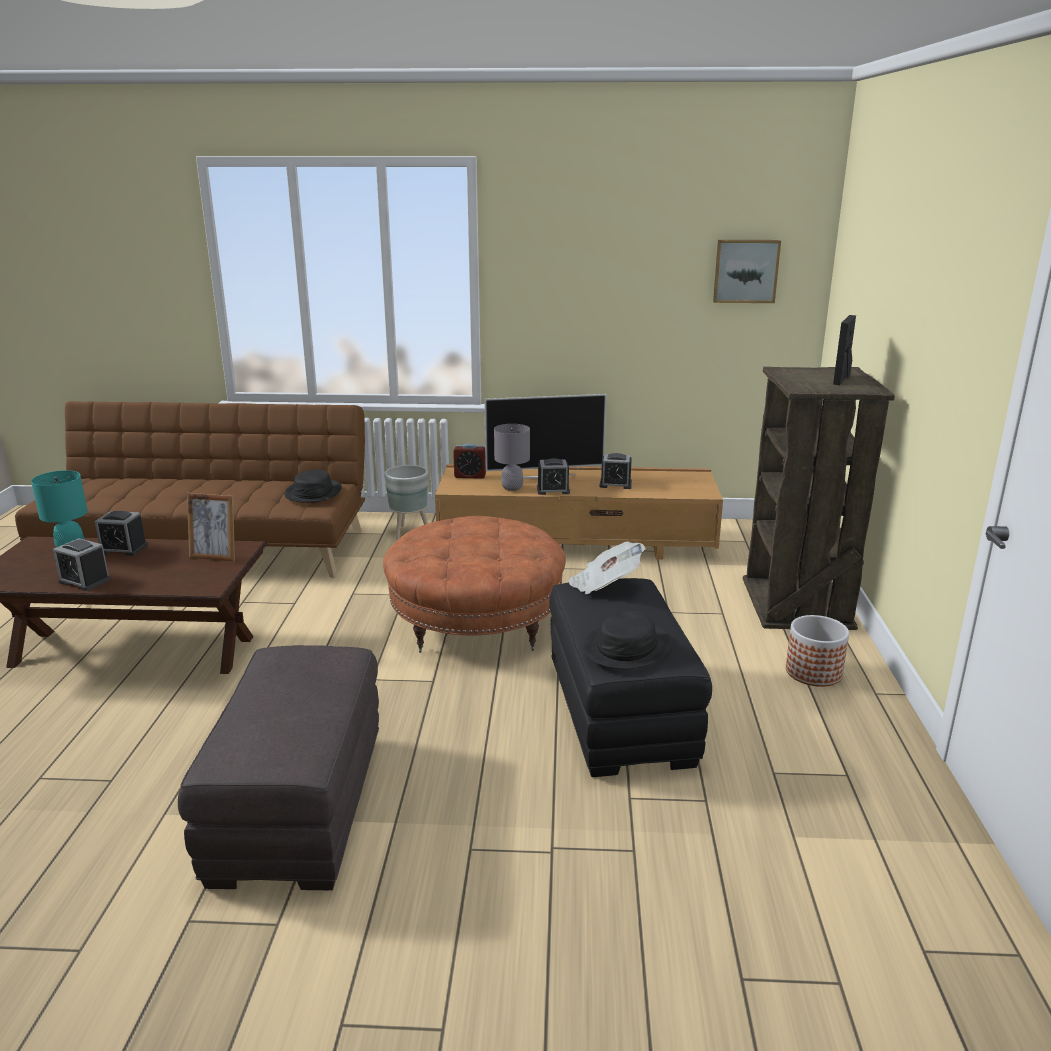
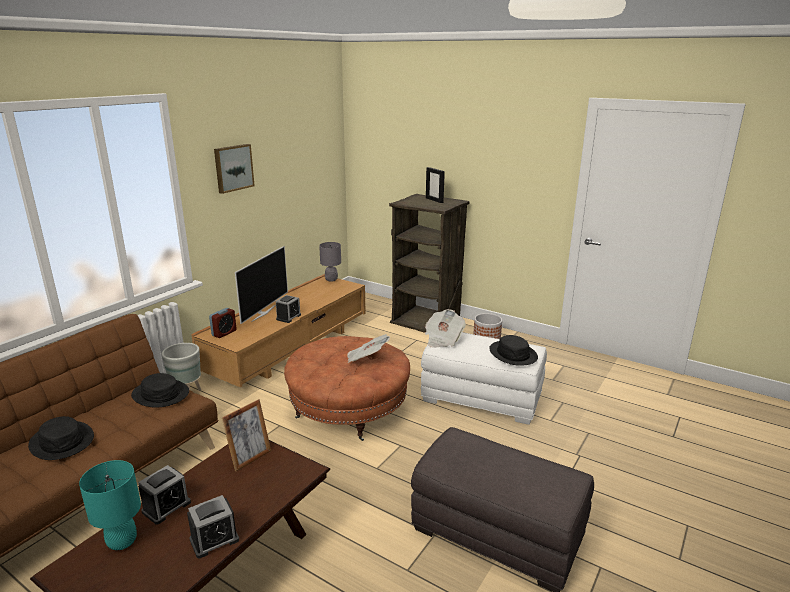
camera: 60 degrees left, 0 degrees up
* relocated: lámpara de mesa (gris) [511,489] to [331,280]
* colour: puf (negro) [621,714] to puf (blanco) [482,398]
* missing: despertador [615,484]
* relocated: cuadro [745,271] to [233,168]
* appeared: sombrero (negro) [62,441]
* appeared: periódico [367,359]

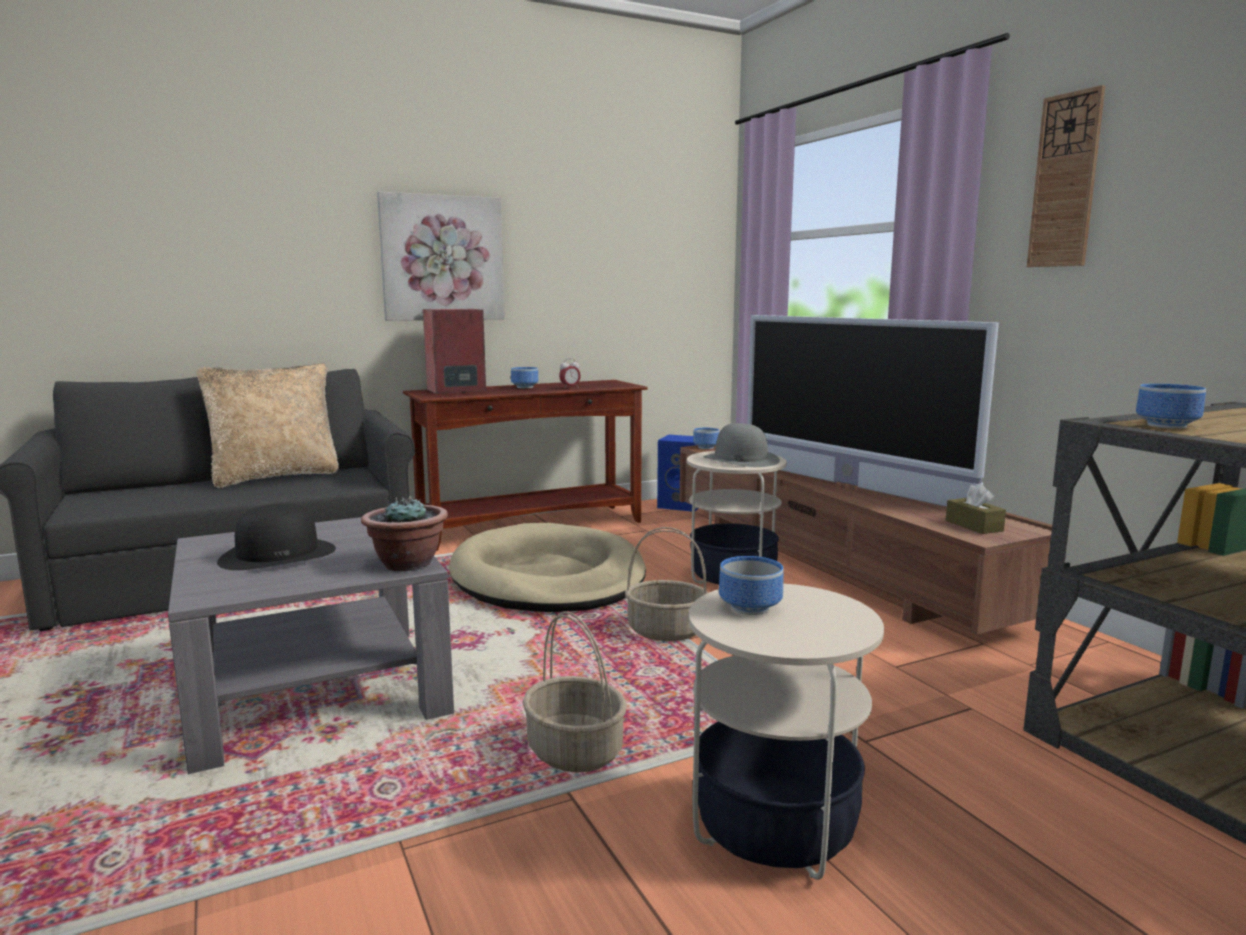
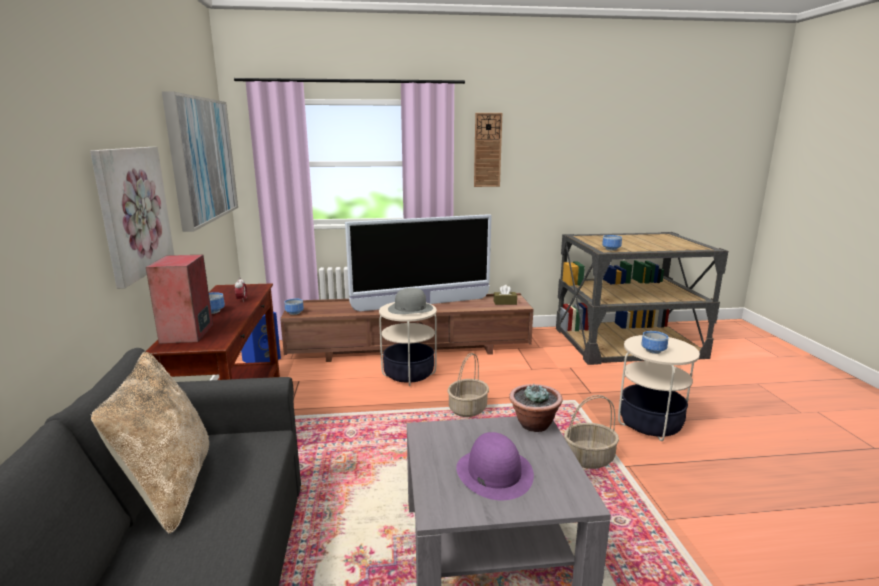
camera: 70 degrees left, 5 degrees up
* colour: sombrero (negro) [278,554] to sombrero (morado) [494,472]
* missing: cama para perro (beis) [548,578]
* appeared: cuadro [201,159]

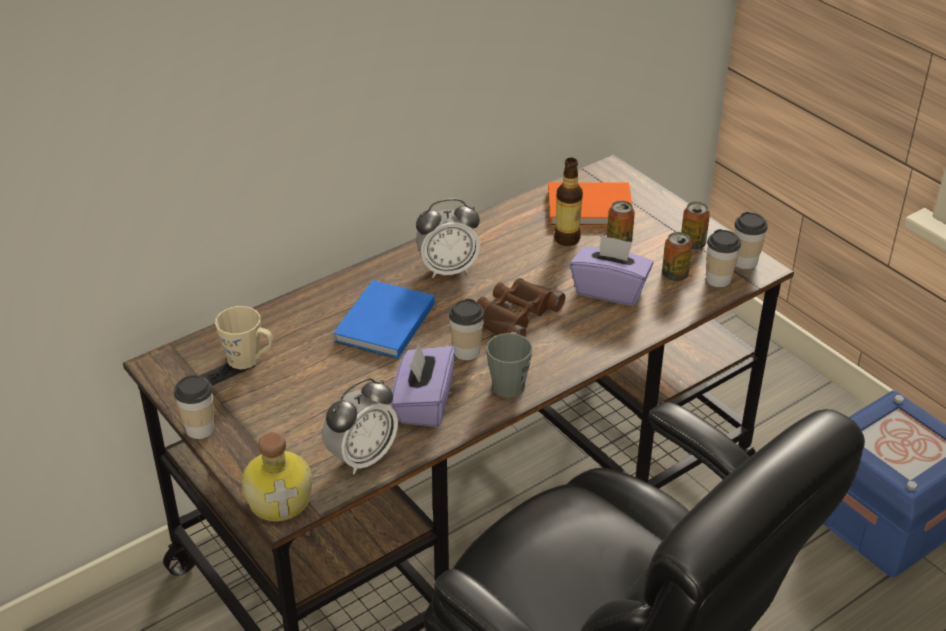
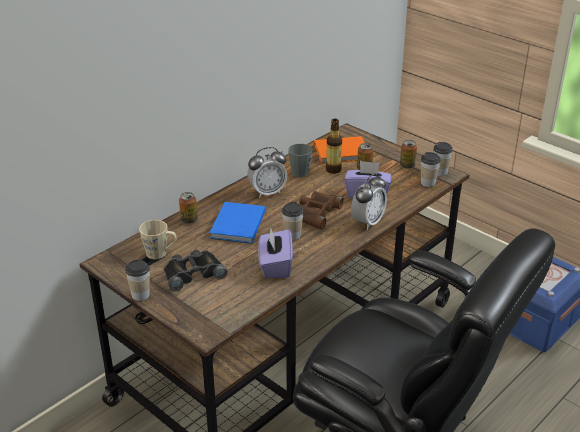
camera: 10 degrees left, 5 degrees down
* missing: botella [281,498]
* relocated: despertador [362,457] to [368,222]
* relocated: taza grande (gris) [509,382] to [300,171]
* relocated: lata [674,275] to [189,220]
* appeared: prismáticos (negro) [193,273]

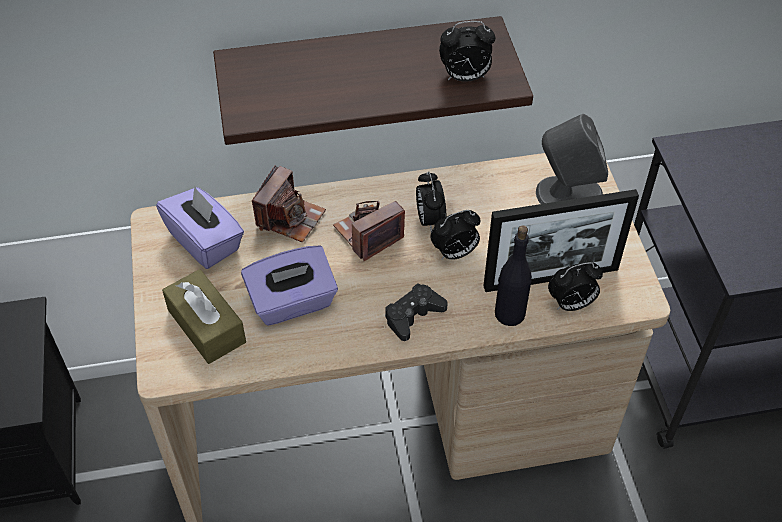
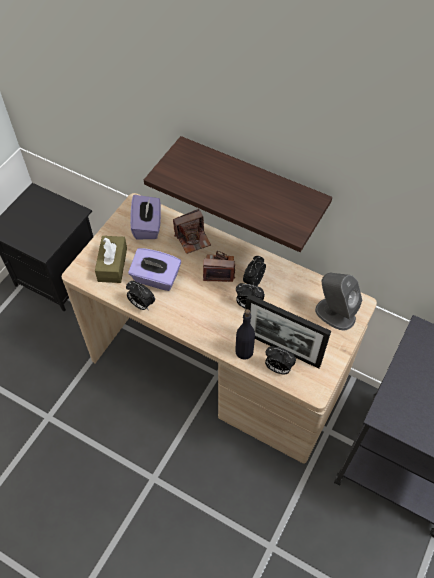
camera: 40 degrees right, 5 degrees up
* missing: mando de consola (negro) [413,315]
* relocated: despertador [464,77] to [141,304]

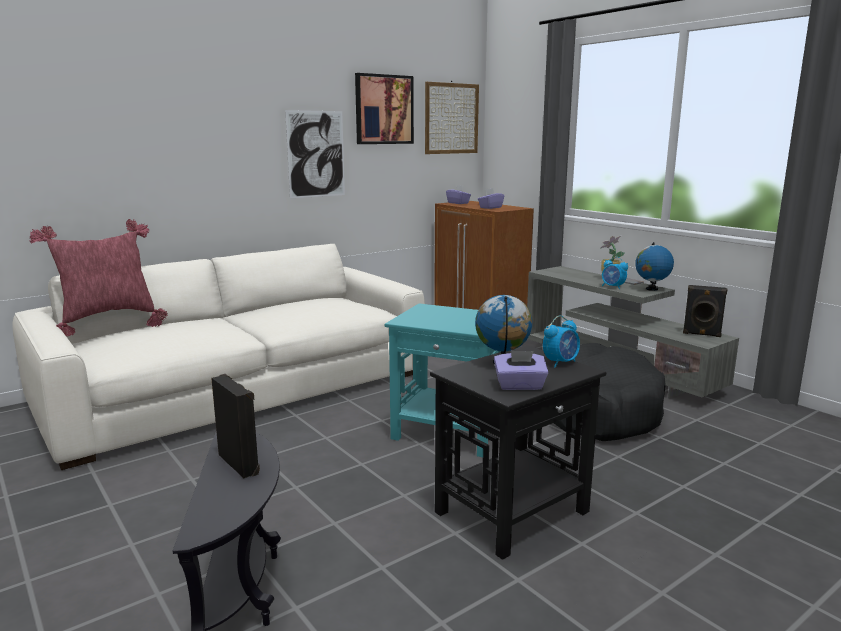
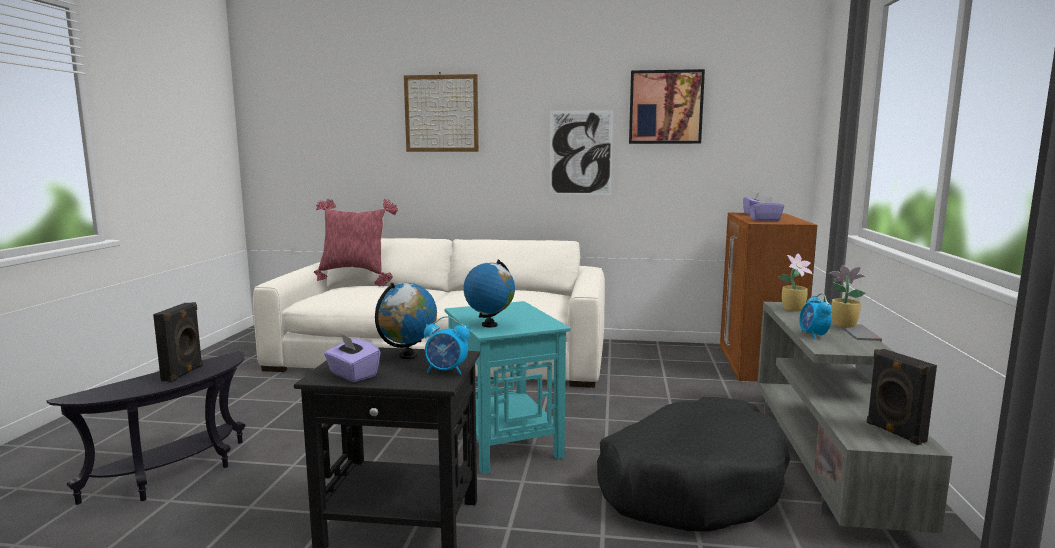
camera: 45 degrees right, 5 degrees down
* relocated: cuadro [451,117] to [441,112]
* relocated: globo terráqueo [651,289] to [489,325]
* appeared: planta en maceta [794,309]

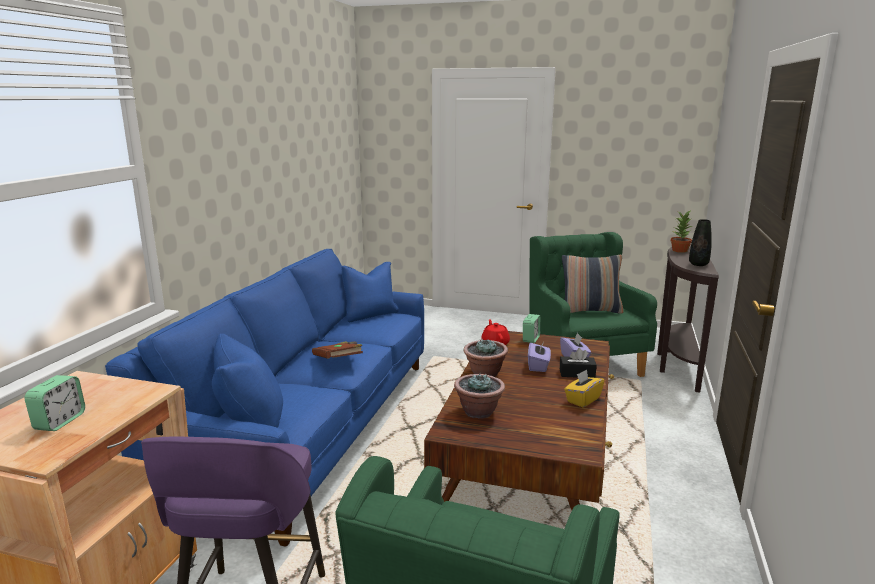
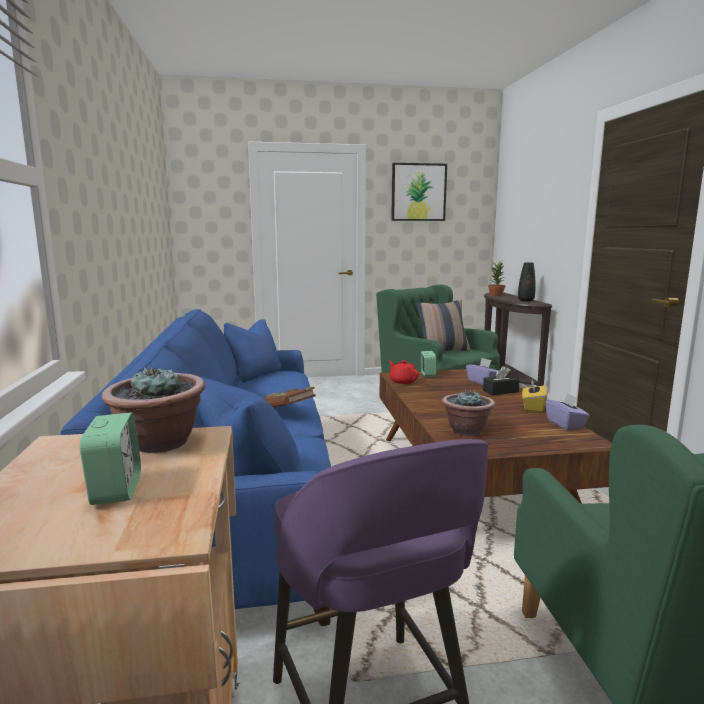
camera: 25 degrees left, 5 degrees down
* relocated: planta en maceta [485,374] to [159,443]
* relocated: caja de pañuelos (morado) [538,366] to [565,424]
* appeared: cuadro [418,192]

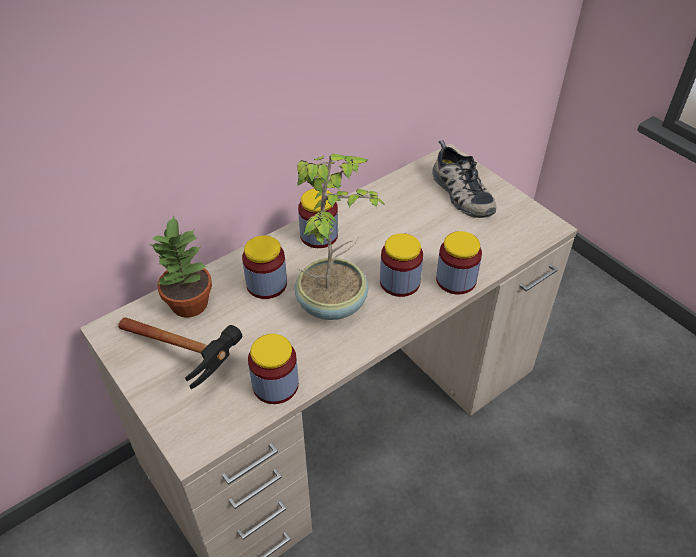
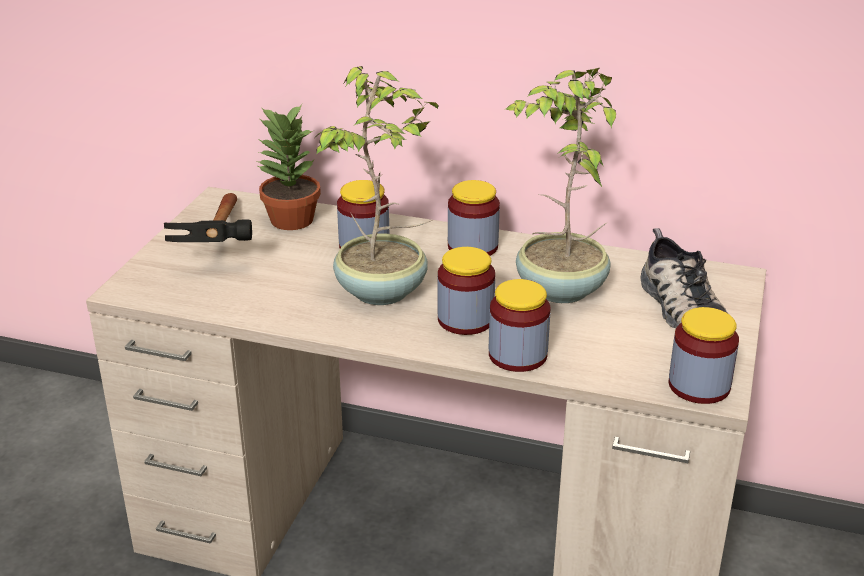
camera: 55 degrees right, 15 degrees down
* relocated: tarro [275,385] to [699,386]
* spun: zapato [460,192] = [679,306] 45 degrees counterclockwise
* appeared: planta en maceta [558,290]

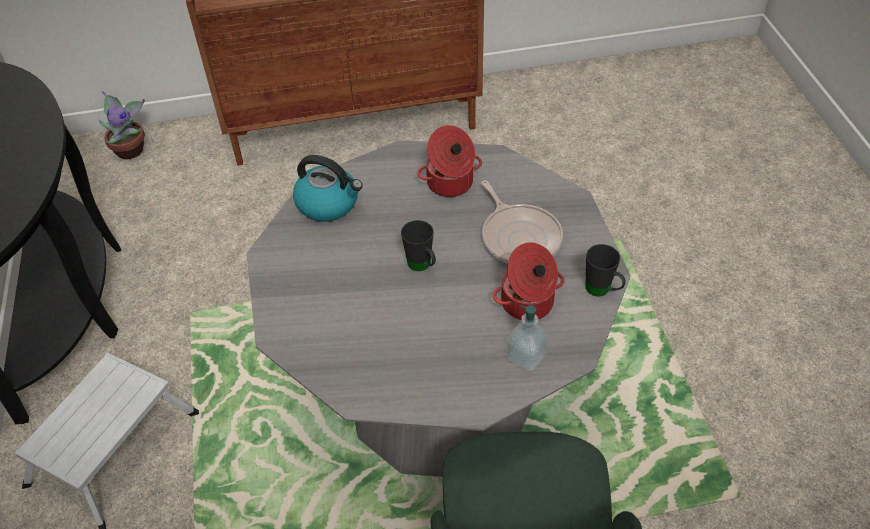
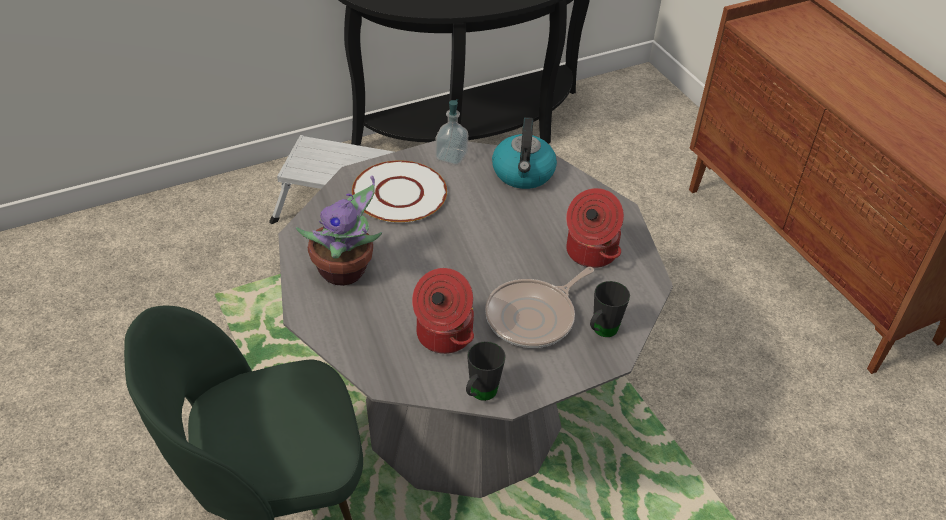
camera: 70 degrees right, 5 degrees down
* relocated: planta en maceta [131,150] to [345,272]
* relocated: taza grande (negro) [422,266] to [601,332]
* relocated: dispensador de jabón [526,357] to [451,157]
* appeared: plato (blanco) [400,193]

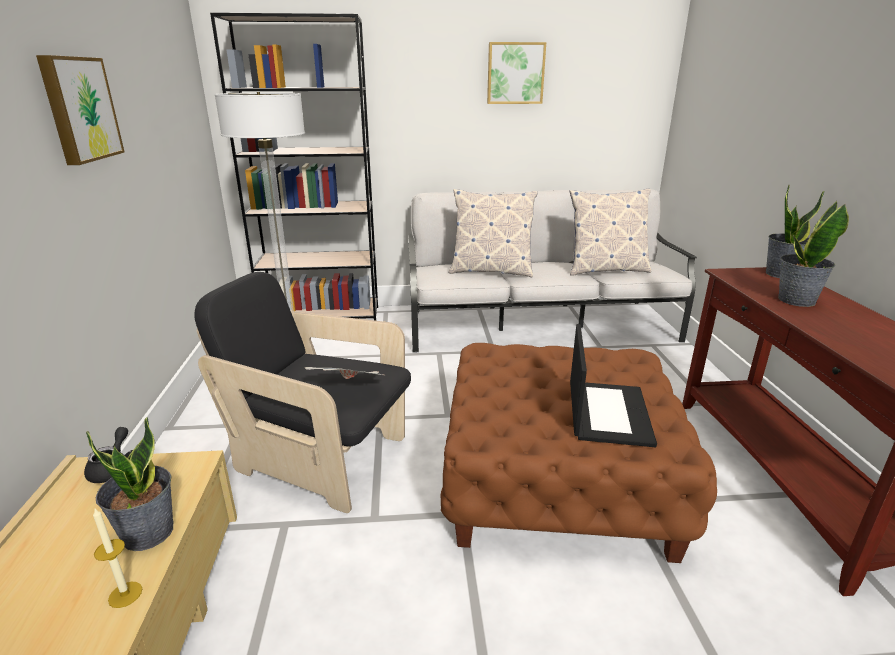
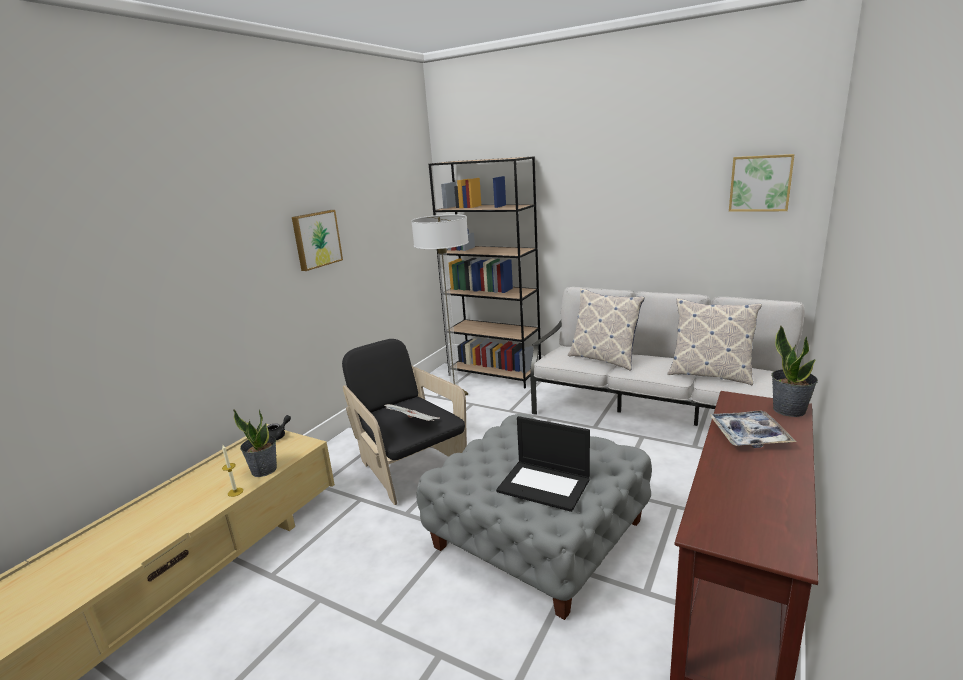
camera: 35 degrees right, 5 degrees down
* colour: puf (marrón) [558,481] to puf (gris) [538,534]
* relocated: cuadro [515,73] to [760,183]
* spun: portátil [607,412] = [545,485] 75 degrees clockwise
* exchanged: planta en maceta [795,300] to bandeja [749,435]

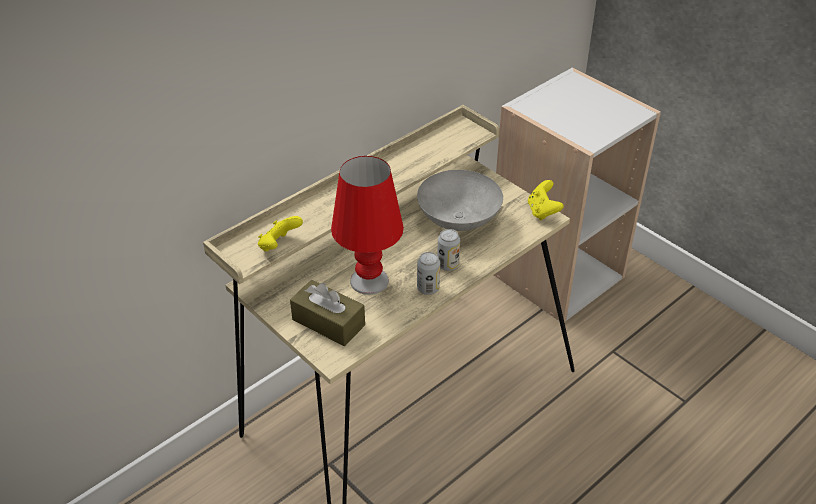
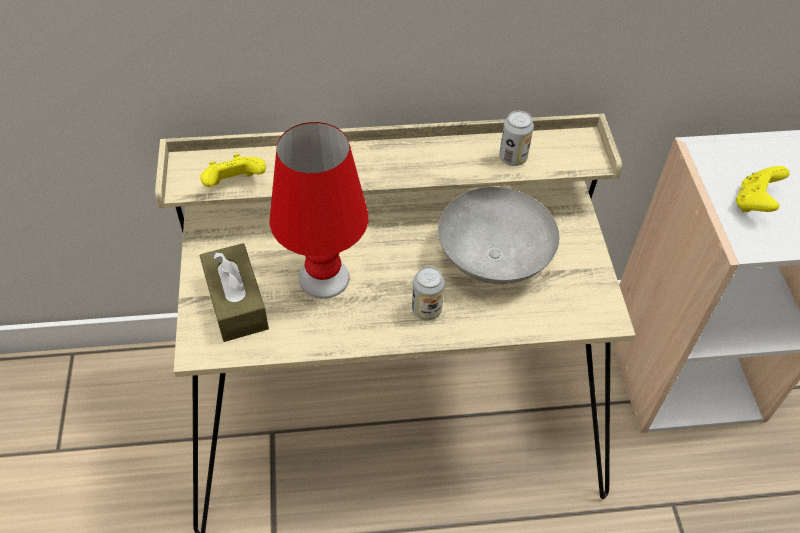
camera: 35 degrees right, 10 degrees up
* relocated: lata [428,288] to [512,158]
* relocated: mando de consola (amarillo) [542,211] to [754,203]

